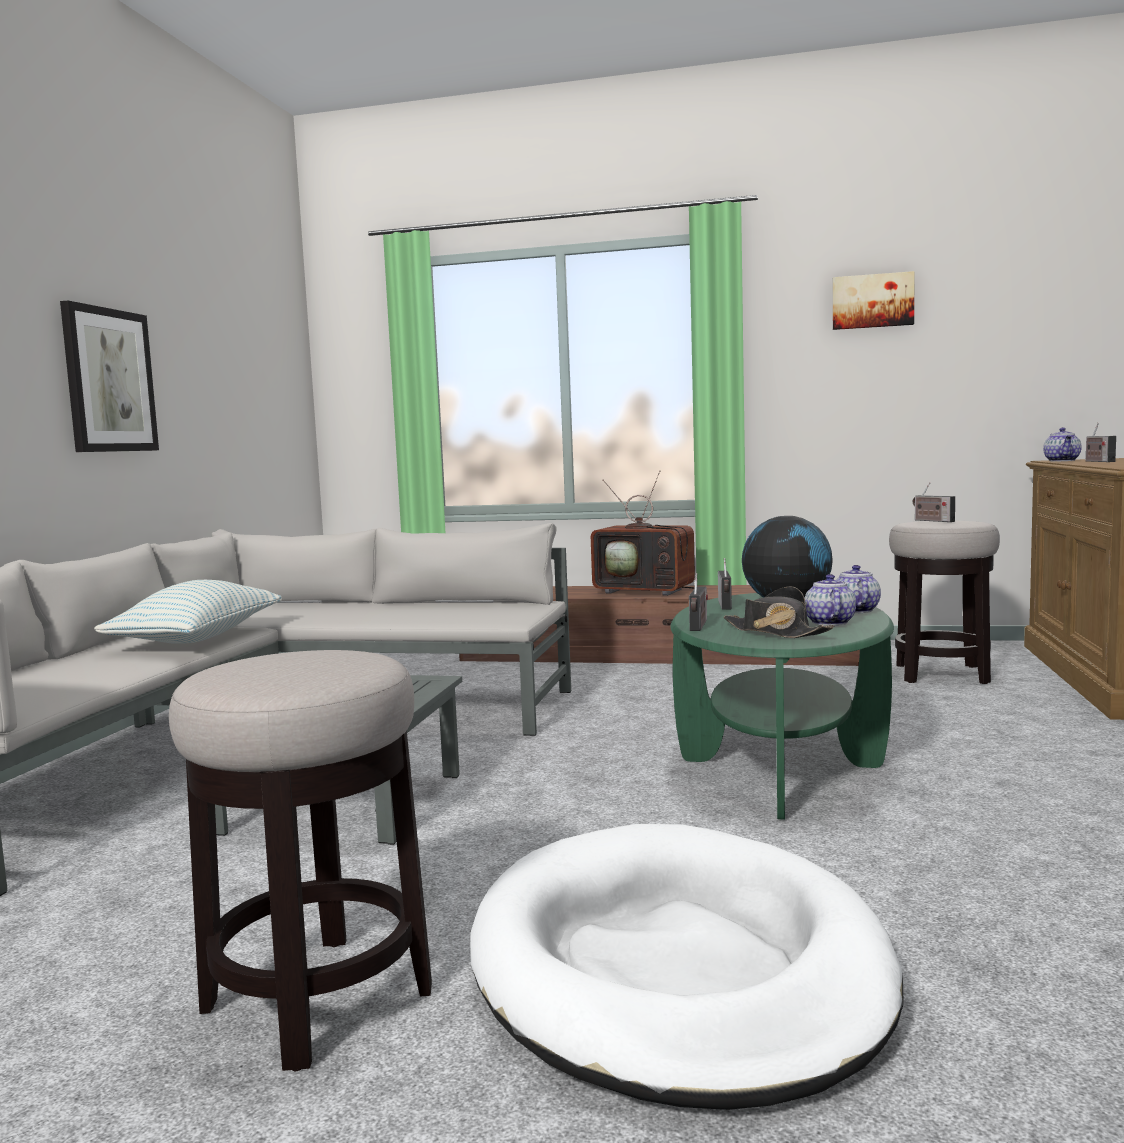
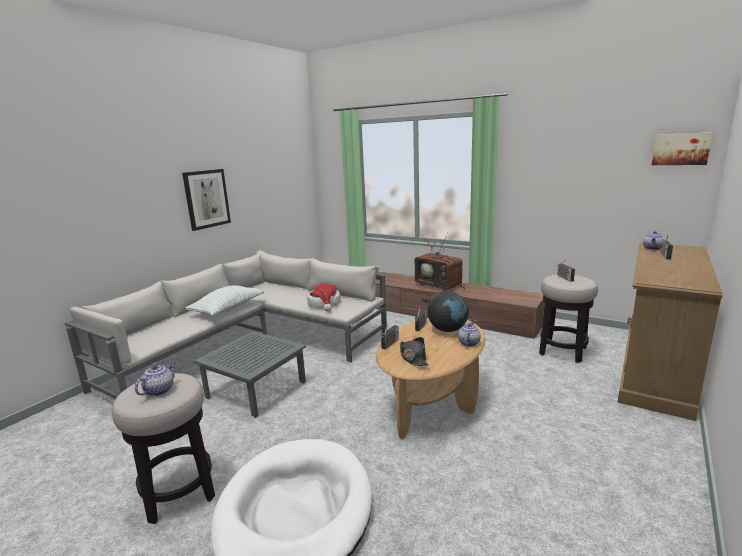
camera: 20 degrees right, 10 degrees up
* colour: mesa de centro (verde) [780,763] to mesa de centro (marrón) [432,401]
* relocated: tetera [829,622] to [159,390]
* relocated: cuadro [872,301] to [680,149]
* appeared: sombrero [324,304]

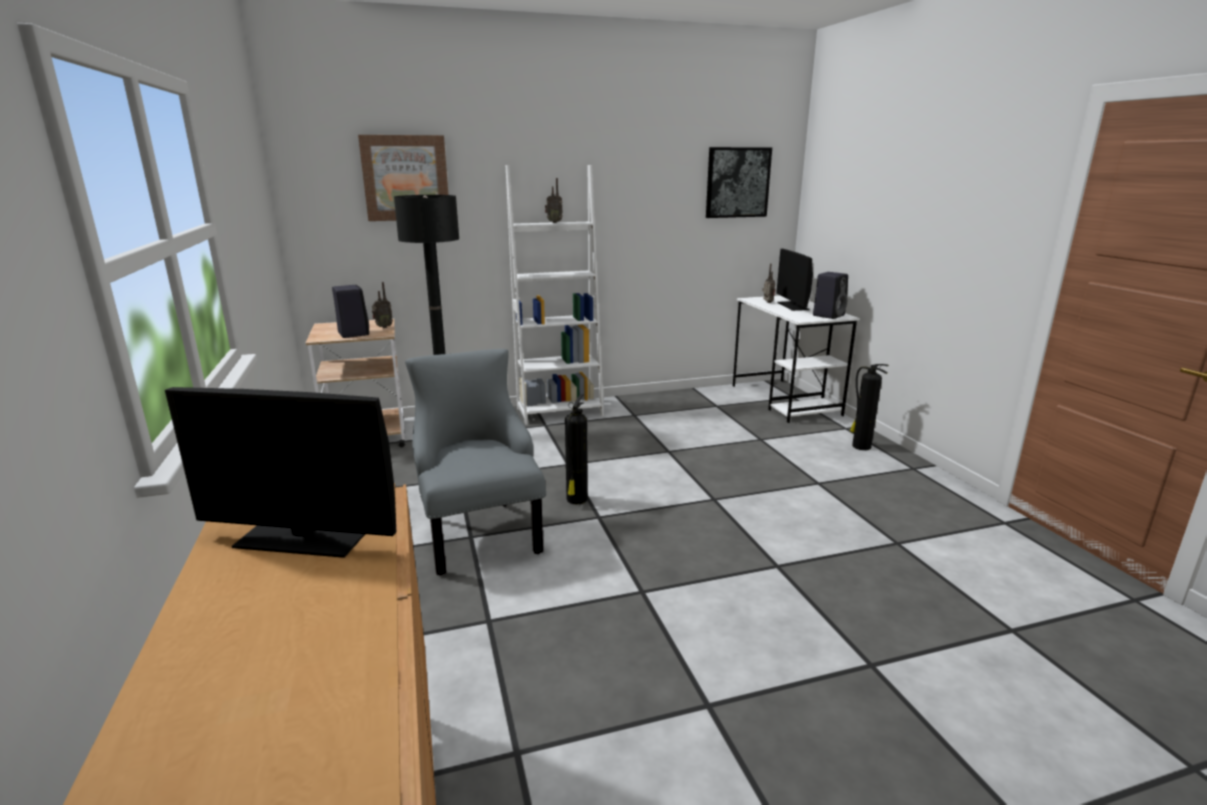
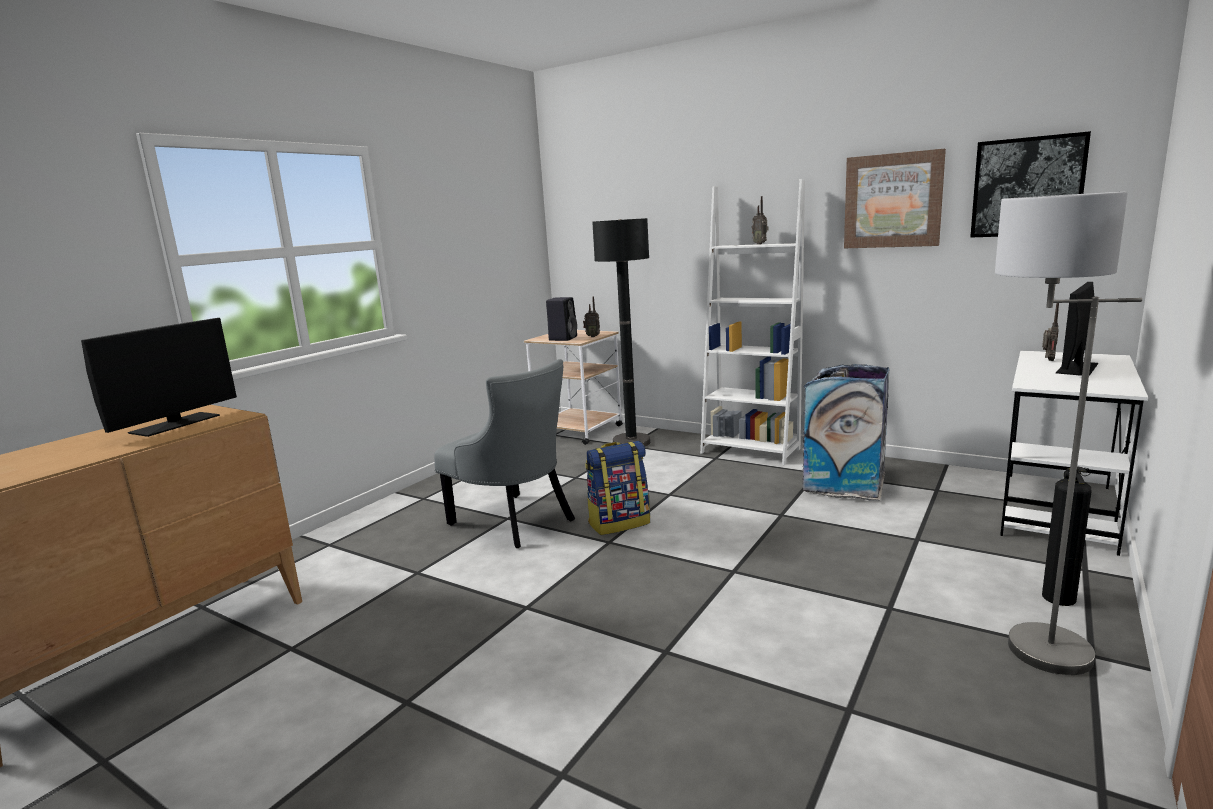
camera: 50 degrees right, 5 degrees down
* spun: monitor [303,538] = [175,424] 120 degrees counterclockwise
* relocated: cuadro [405,178] to [893,201]
* spun: silla (gris) [480,537] = [512,521] 105 degrees clockwise
* exchanged: extintor [576,500] to mochila [619,523]
* missing: altavoz (negro) [828,315]
* appeared: papelera [844,482]
* appeared: lámpara de pie (gris) [1024,648]

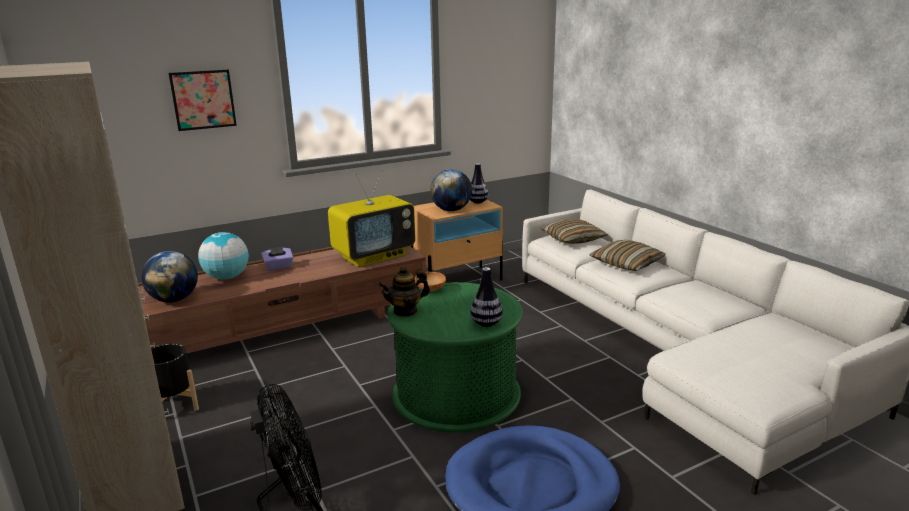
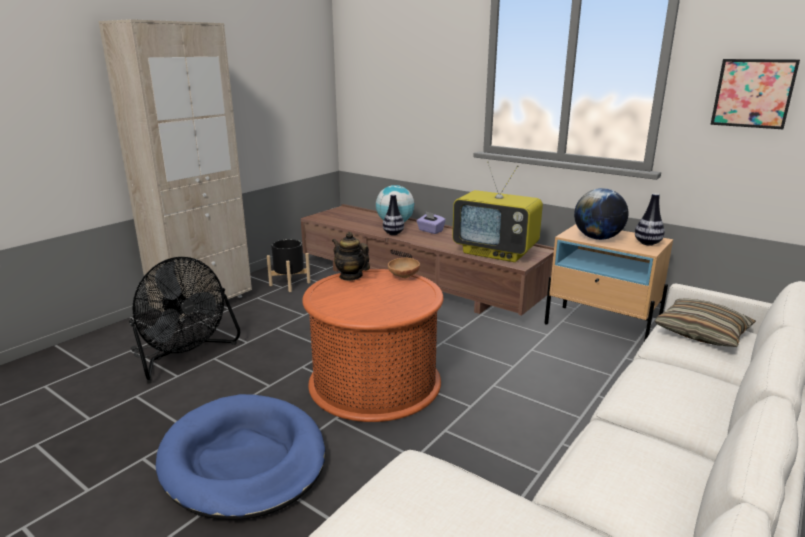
camera: 65 degrees right, 0 degrees up
* missing: globo terráqueo [174,299]
* relocated: cuadro [203,100] to [753,93]
* colour: mesa de centro (verde) [456,393] to mesa de centro (naranja) [375,382]
* relocated: florero [486,324] to [393,233]
* missing: cojín [627,263]

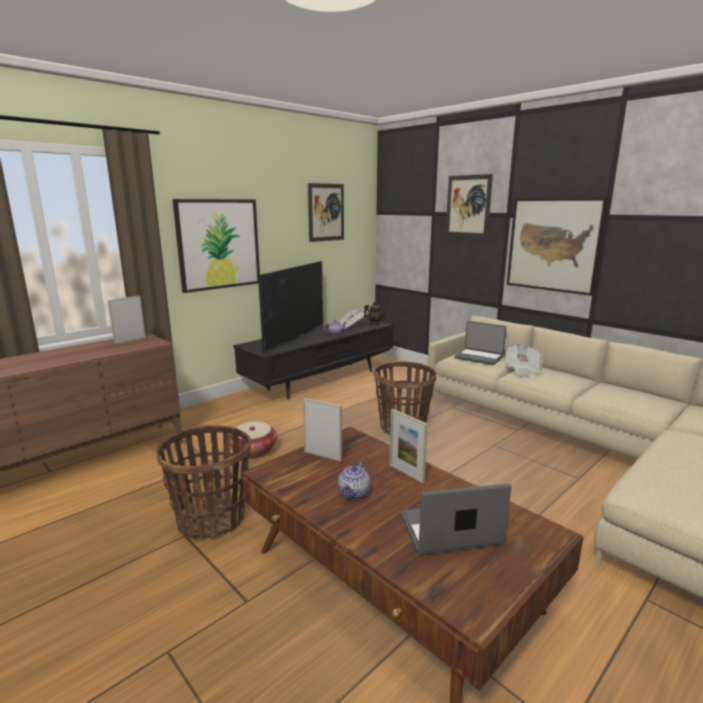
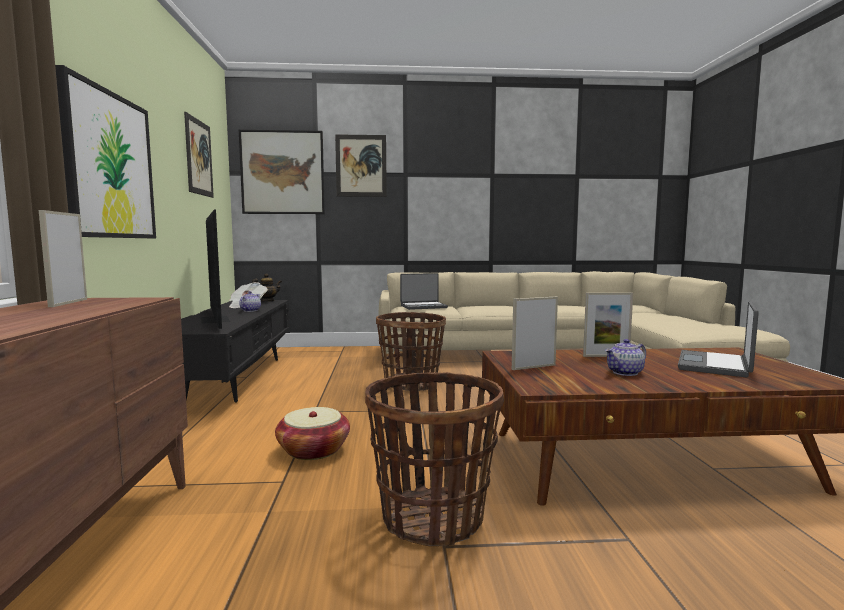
camera: 50 degrees left, 10 degrees down
* spun: tetera [354,493] = [625,372] 90 degrees clockwise
* missing: periódico [522,370]
* relocated: cuadro [553,245] to [282,172]

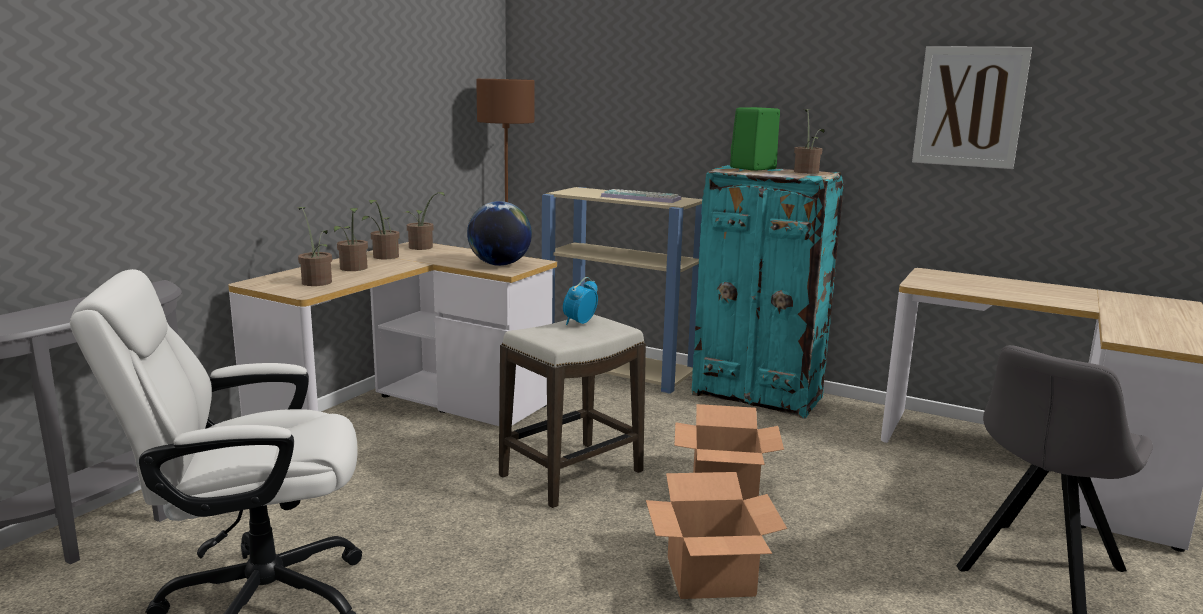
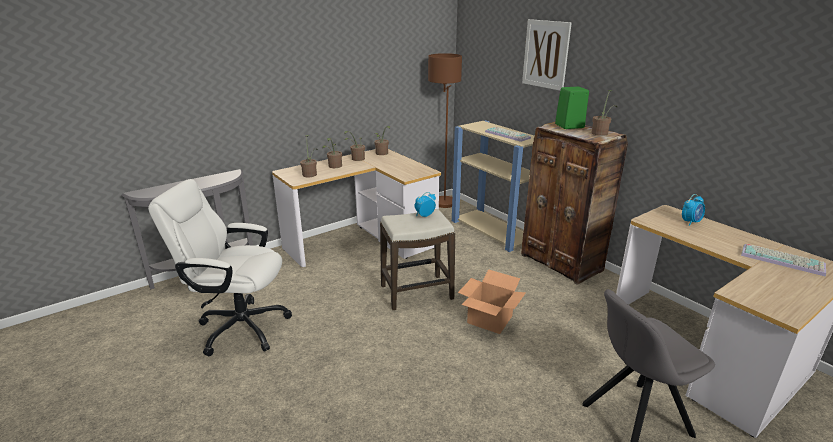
camera: 25 degrees right, 10 degrees up
* missing: globo terráqueo [499,264]
* missing: caja de cartón [711,576]
* colour: armario (turquesa) [758,395] to armario (marrón) [562,262]
* relocated: cuadro [969,107] to [546,54]
* appeared: despertador [690,222]
* appeared: teclado [783,260]

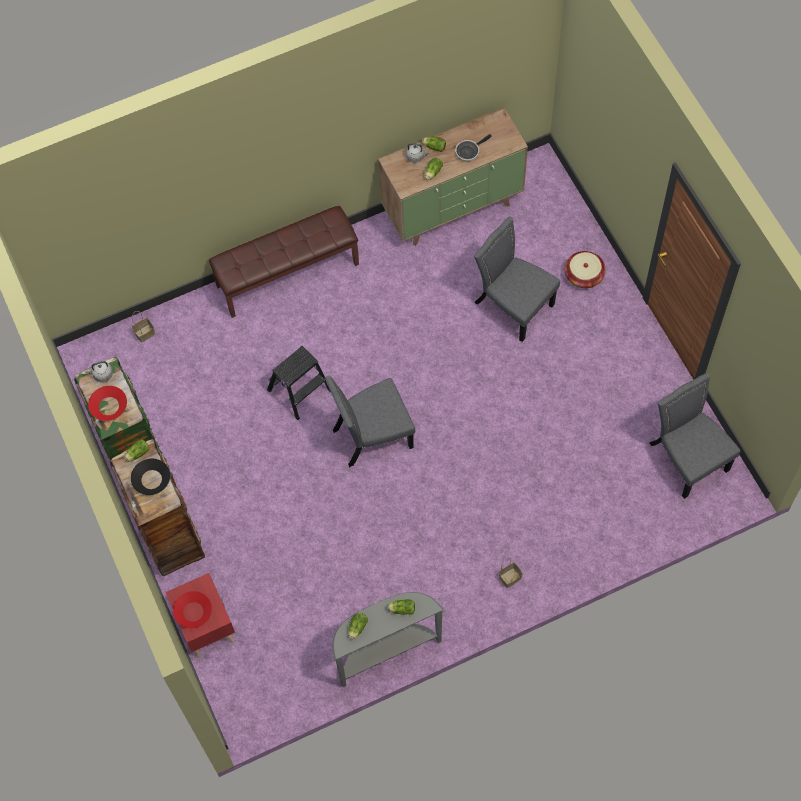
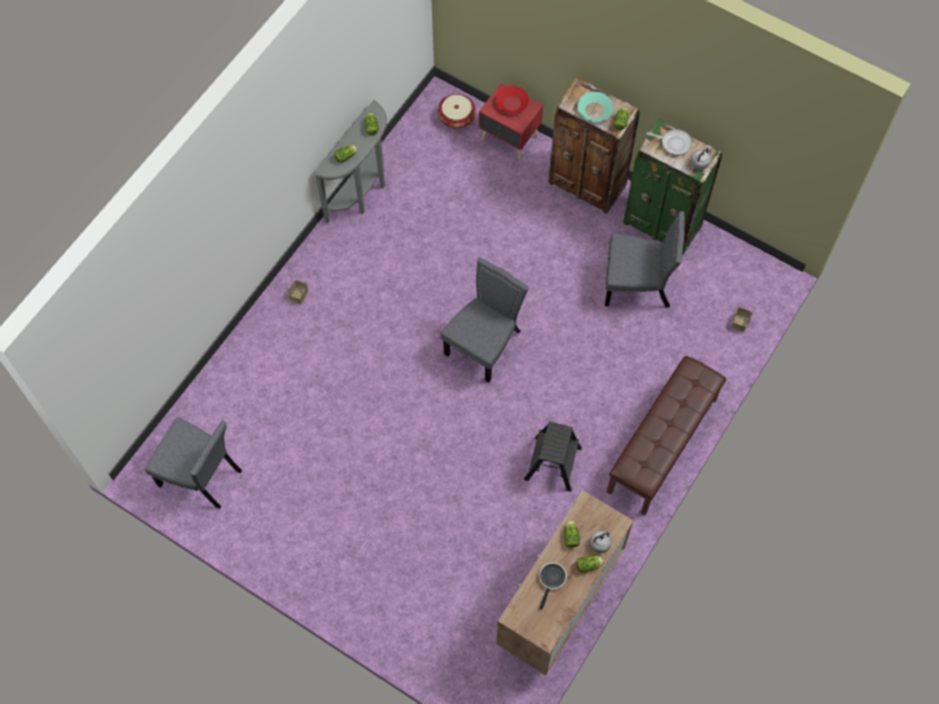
camera: 145 degrees right, 0 degrees up
* exchanged: cuenco (rojo) [108,406] to sartén [674,143]
* colour: cuenco (negro) [151,479] to cuenco (turquesa) [594,110]
* relocated: escalera de tijera (negro) [299,390] to [552,464]
* relocated: silla (gris) [514,306] to [636,285]
* relocated: cesta [584,275] to [456,117]

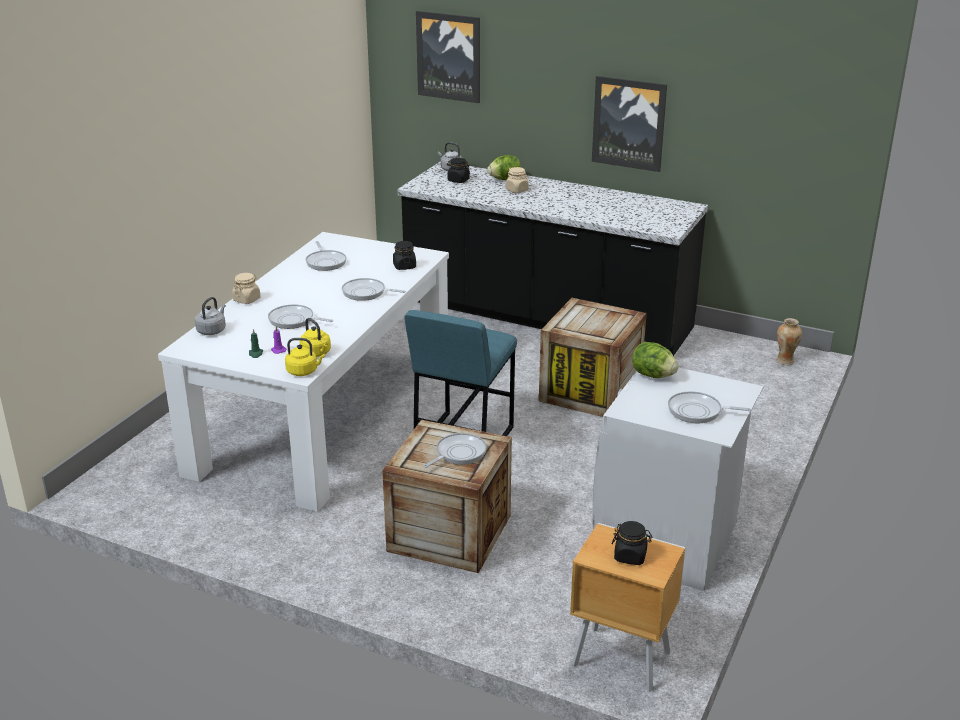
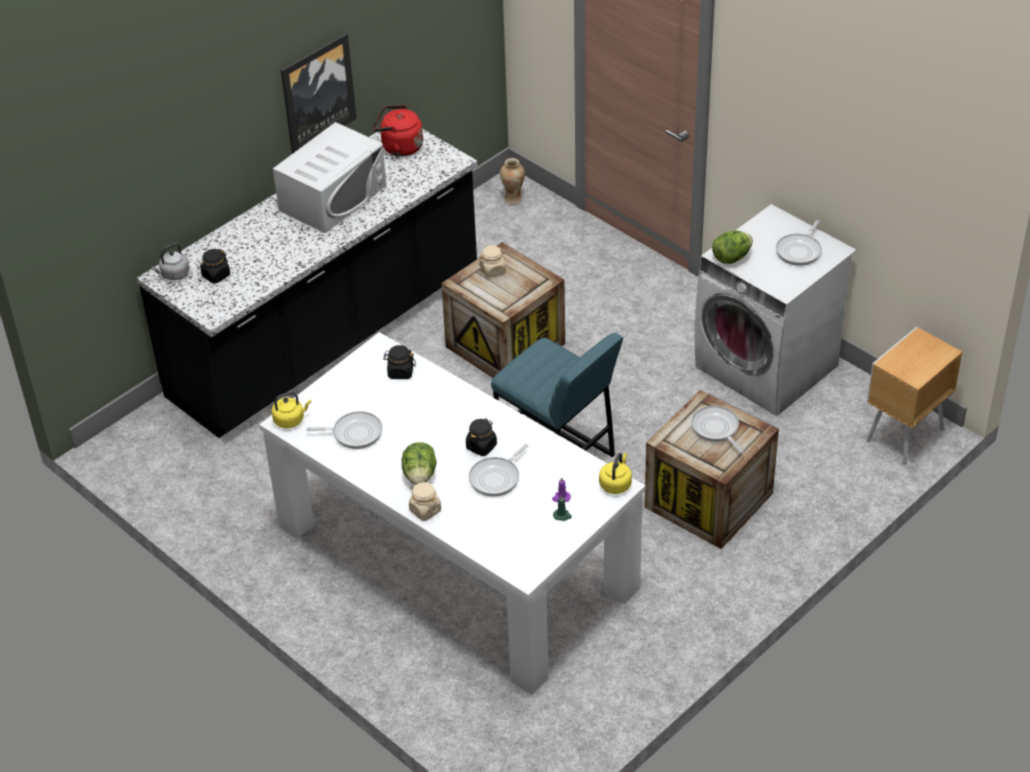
camera: 70 degrees left, 15 degrees up
* missing: hervidor (gris) [212,330]
* relocated: hervidor (amarillo) [317,353] to [290,420]
* missing: sartén [366,293]
* missing: cuadro [449,56]
* relocated: lechuga [504,179] to [420,475]
* relocated: tarro (beis) [517,190] to [493,270]
* relocated: tarro (negro) [630,556] to [481,446]
* appeared: microondas (blanco) [333,197]
* appeared: hervidor (rojo) [399,147]

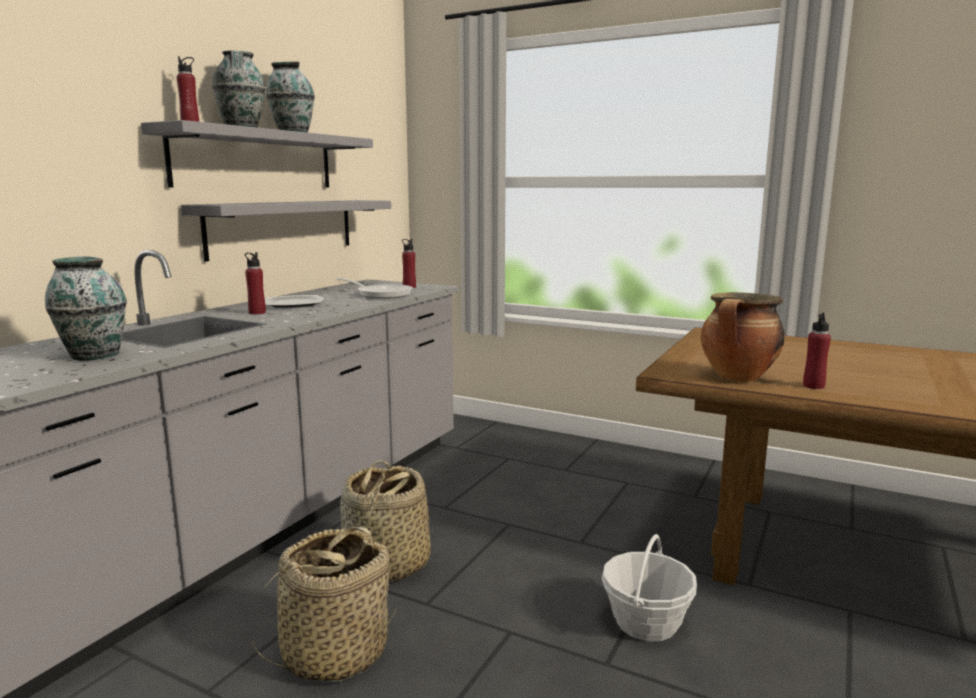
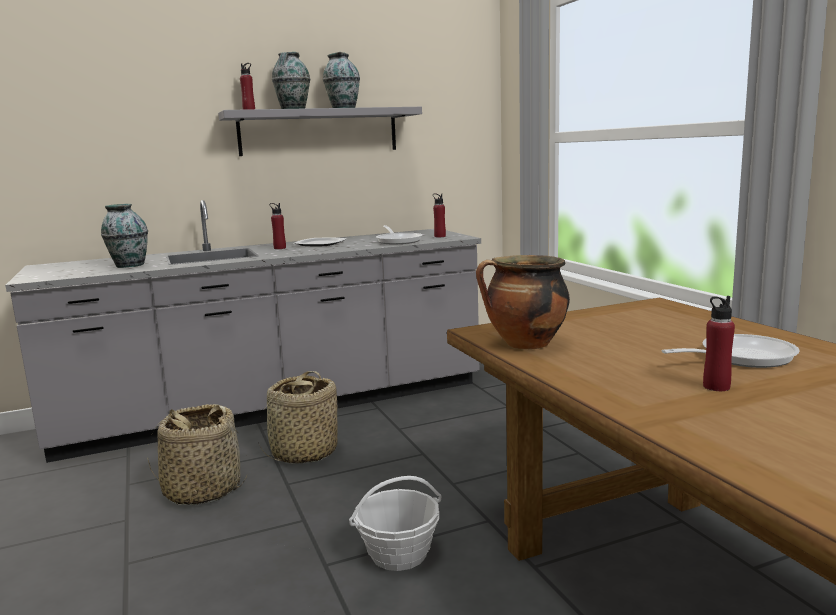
camera: 40 degrees right, 0 degrees up
* missing: estante (gris) [283,227]
* relocated: botella (rojo) [813,386] to [716,387]
* appeared: sartén [740,357]

